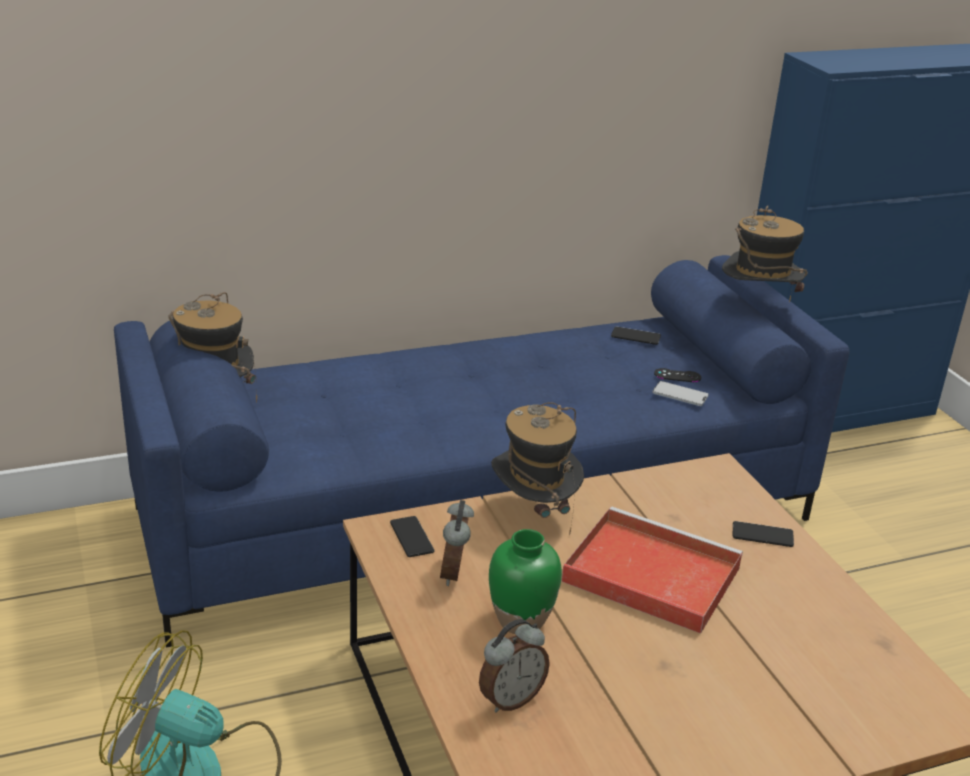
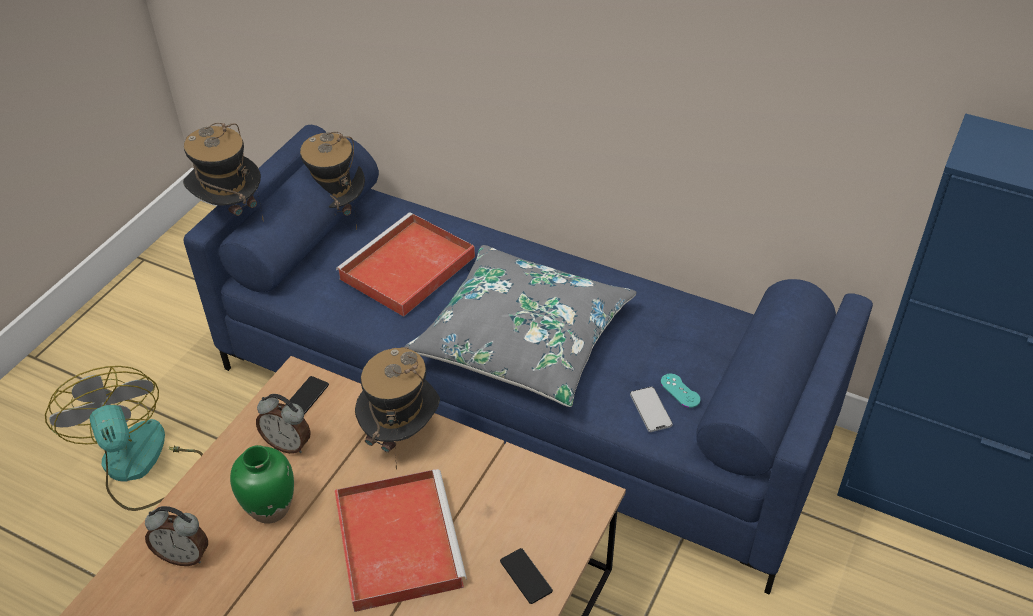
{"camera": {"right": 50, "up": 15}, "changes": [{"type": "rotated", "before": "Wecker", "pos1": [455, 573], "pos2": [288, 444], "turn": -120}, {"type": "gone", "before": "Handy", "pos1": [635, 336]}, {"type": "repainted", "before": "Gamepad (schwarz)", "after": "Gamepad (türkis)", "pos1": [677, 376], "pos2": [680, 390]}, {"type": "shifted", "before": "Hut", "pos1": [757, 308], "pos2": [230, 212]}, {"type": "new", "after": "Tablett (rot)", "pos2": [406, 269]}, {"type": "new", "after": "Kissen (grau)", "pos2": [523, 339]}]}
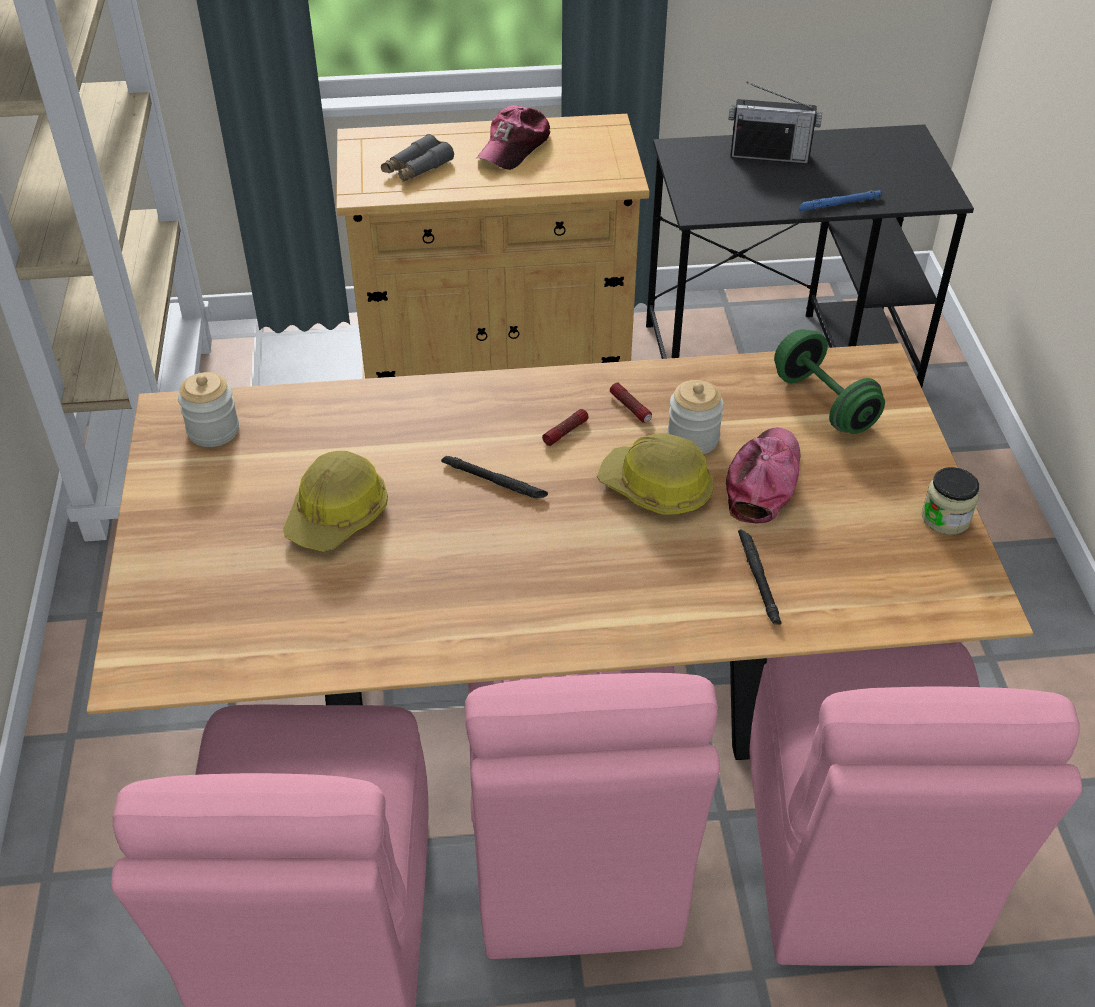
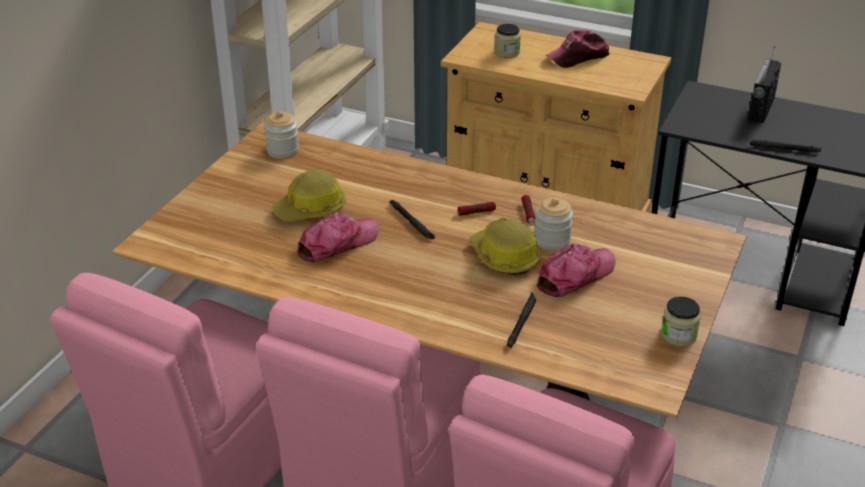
{"camera": {"right": 30, "up": -10}, "changes": [{"type": "swapped", "before": "Fernglas (grau)", "after": "Vorratsglas", "pos1": [417, 168], "pos2": [507, 53]}, {"type": "rotated", "before": "Radio", "pos1": [769, 155], "pos2": [761, 109], "turn": 75}, {"type": "gone", "before": "Hantel (grün)", "pos1": [824, 403]}, {"type": "repainted", "before": "Taschenlampe (blau)", "after": "Taschenlampe (schwarz)", "pos1": [839, 204], "pos2": [784, 149]}, {"type": "new", "after": "Kappe", "pos2": [337, 243]}]}
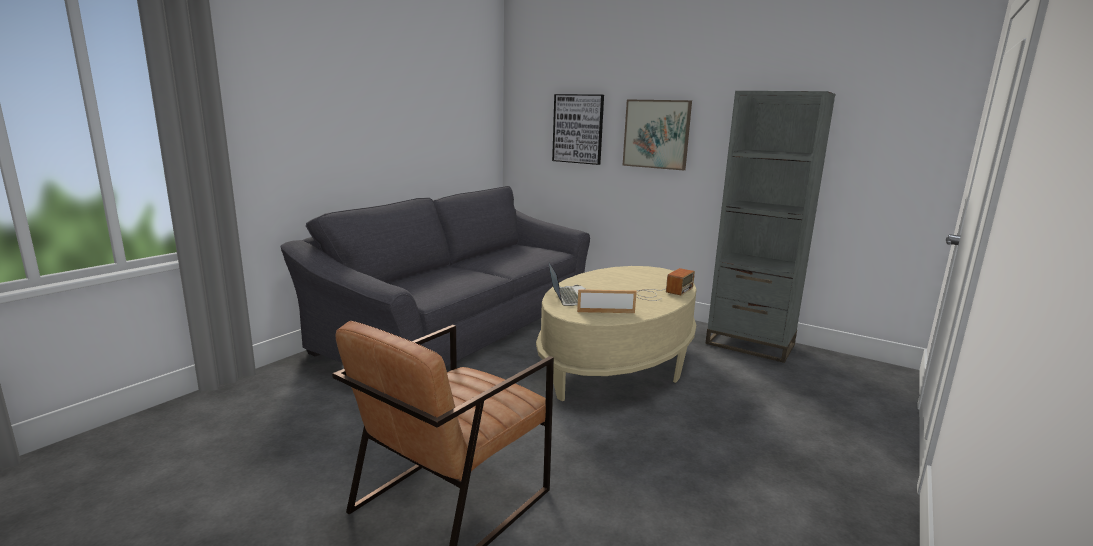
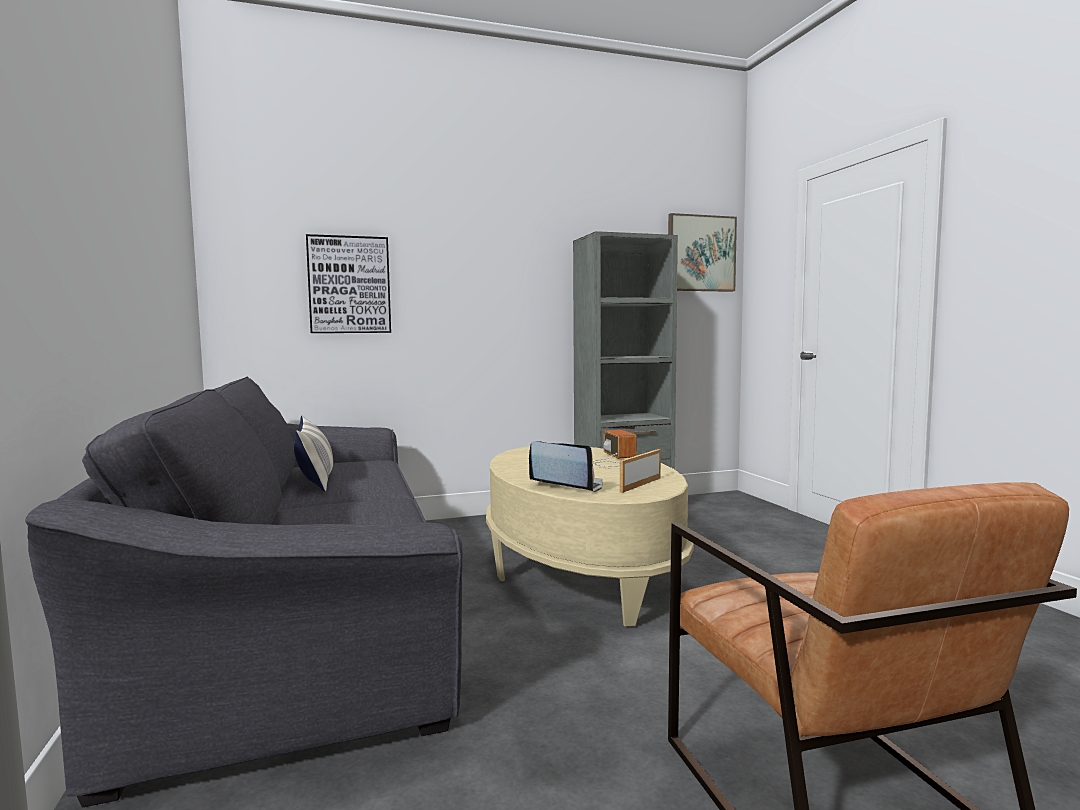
{"camera": {"right": -50, "up": -10}, "changes": [{"type": "shifted", "before": "Bild", "pos1": [656, 134], "pos2": [700, 253]}, {"type": "new", "after": "Kissen", "pos2": [315, 478]}]}
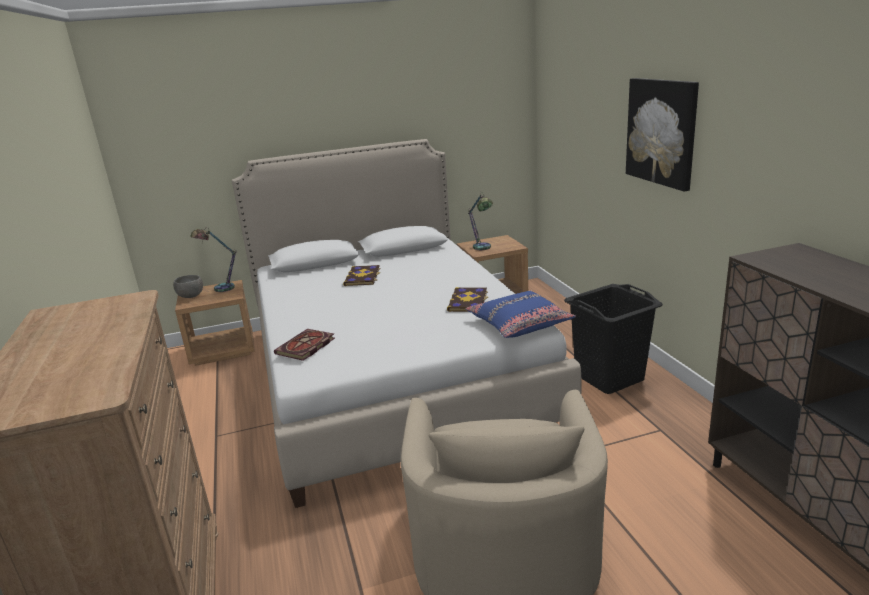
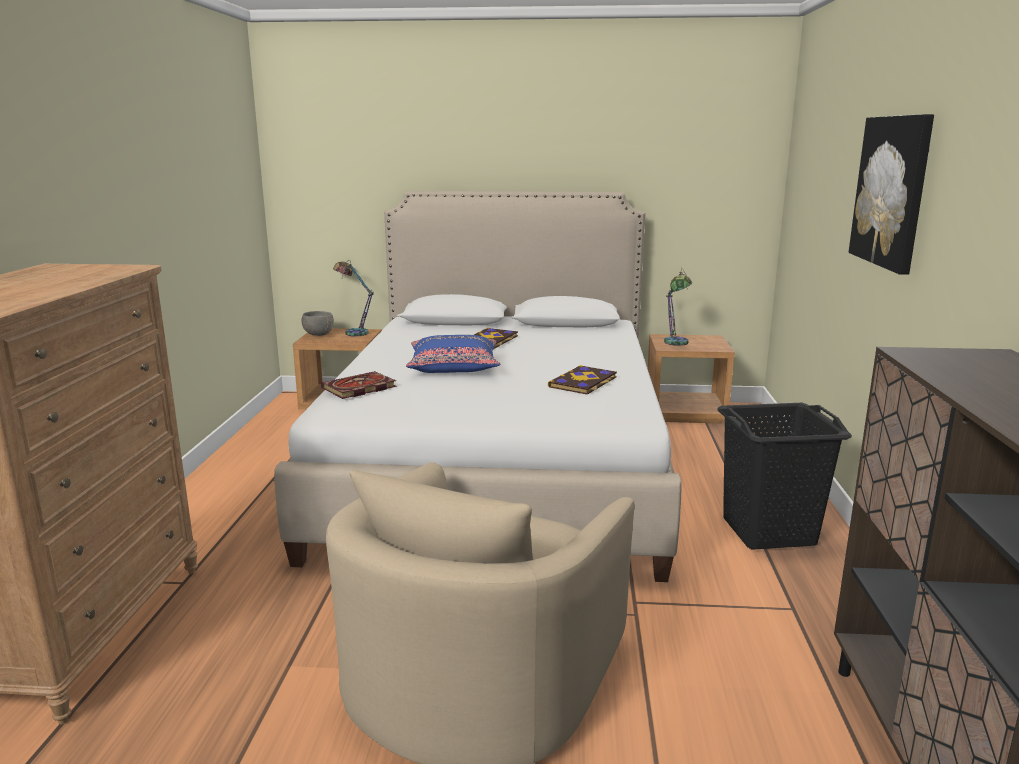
{"camera": {"right": 20, "up": -5}, "changes": [{"type": "shifted", "before": "Kissen (blau)", "pos1": [519, 324], "pos2": [454, 366]}]}
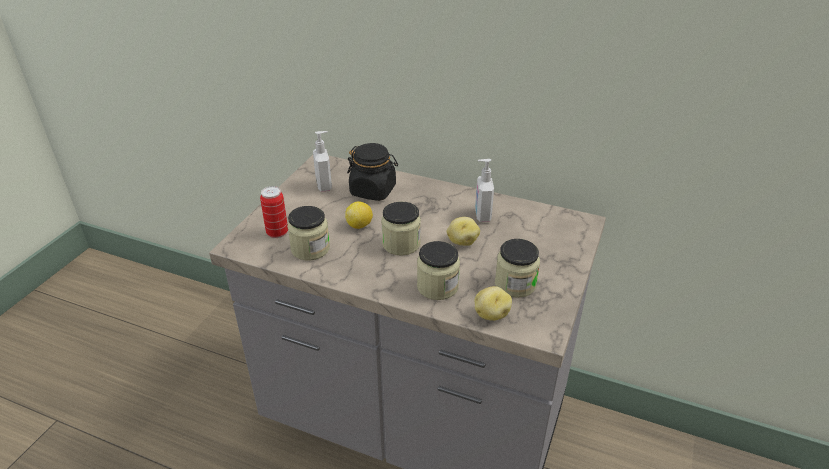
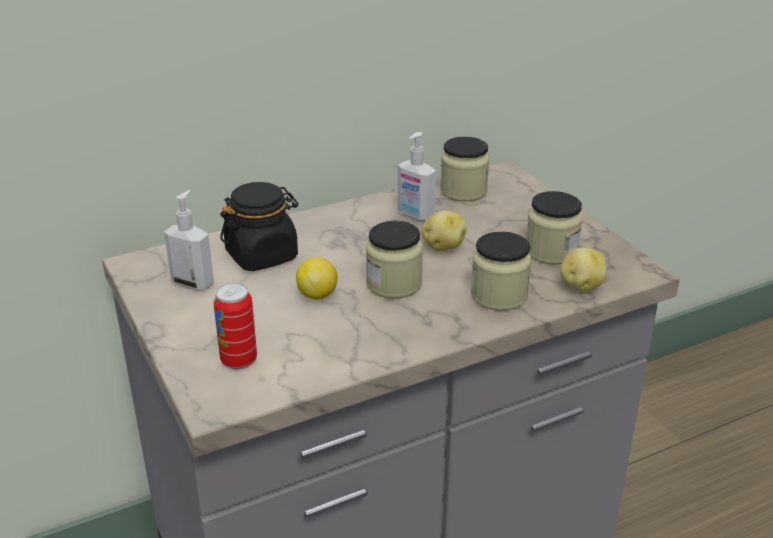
{"camera": {"right": -50, "up": -5}, "changes": [{"type": "shifted", "before": "Vorratsglas", "pos1": [310, 249], "pos2": [463, 191]}]}
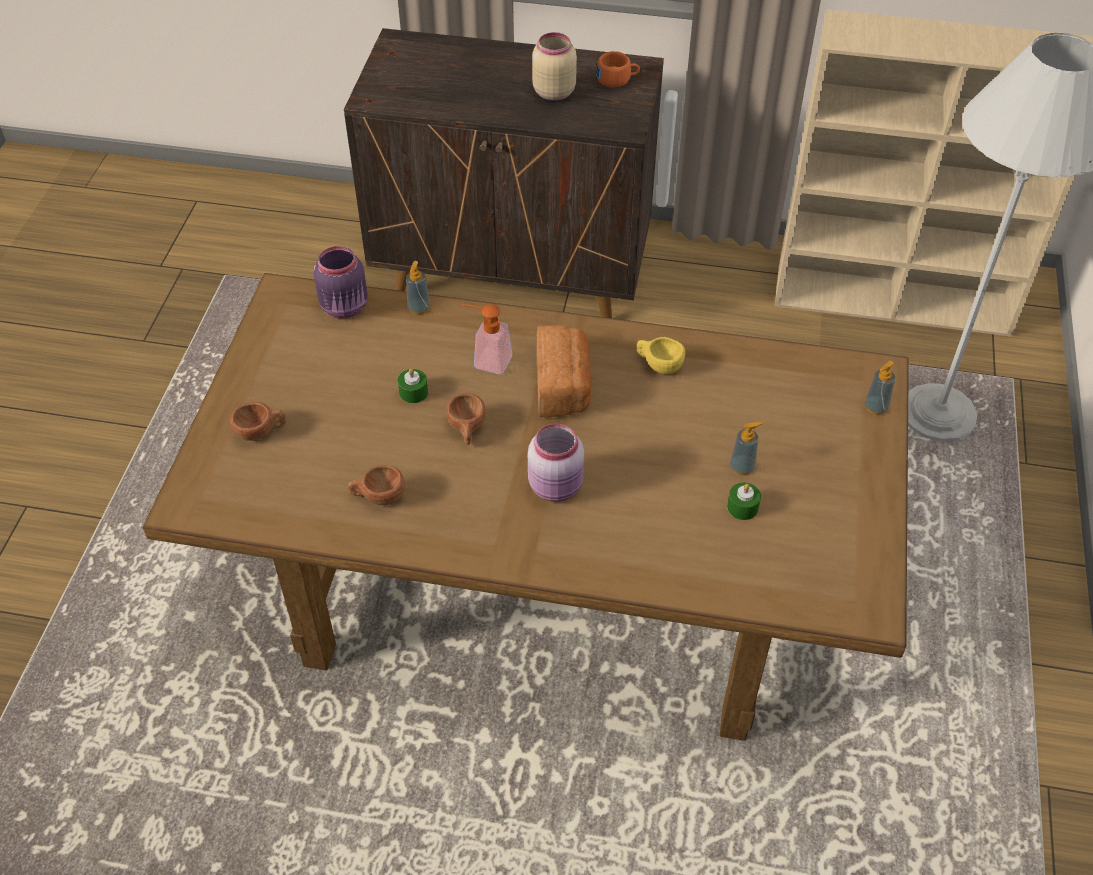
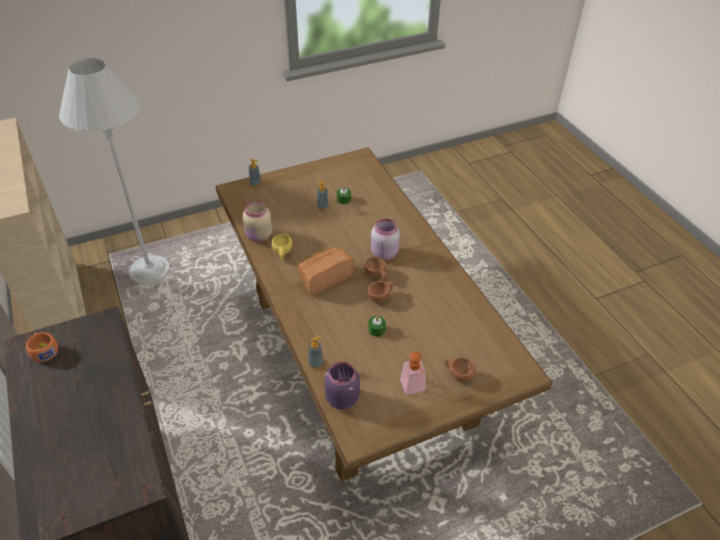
{"camera": {"right": -125, "up": -5}, "changes": [{"type": "shifted", "before": "Tasse (braun)", "pos1": [378, 497], "pos2": [377, 276]}, {"type": "shifted", "before": "Seifenspender", "pos1": [486, 360], "pos2": [414, 389]}, {"type": "shifted", "before": "Vorratsglas (beige)", "pos1": [553, 91], "pos2": [259, 236]}]}
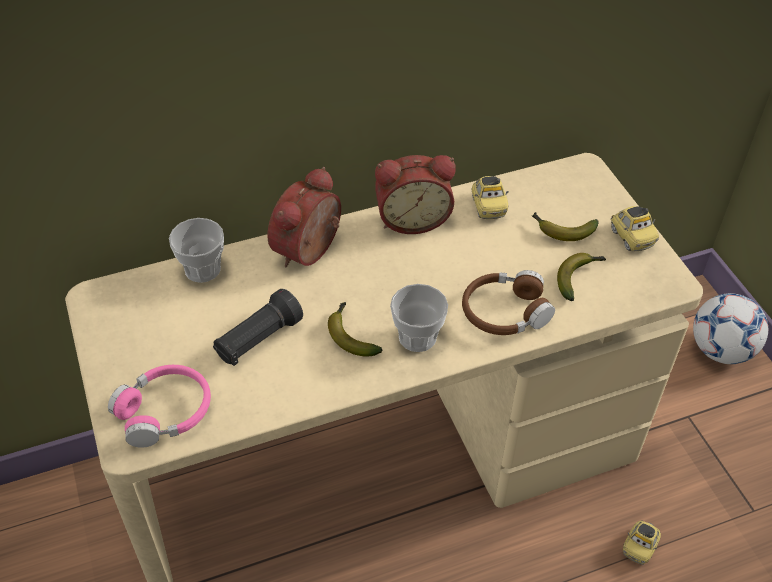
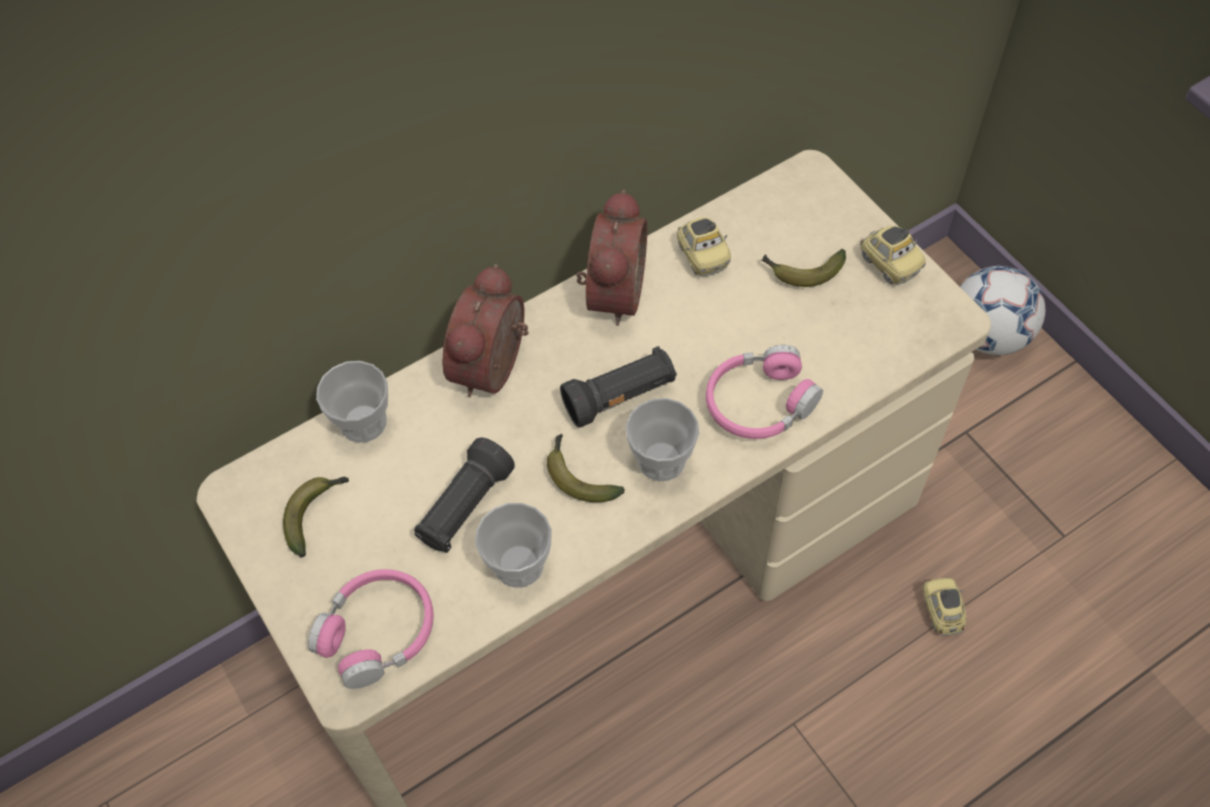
{"camera": {"right": -10, "up": 10}, "changes": [{"type": "rotated", "before": "Wecker", "pos1": [412, 218], "pos2": [611, 292], "turn": -60}, {"type": "repainted", "before": "Kopfhörer (braun)", "after": "Kopfhörer (rosa)", "pos1": [504, 312], "pos2": [759, 403]}, {"type": "shifted", "before": "Banane", "pos1": [578, 278], "pos2": [316, 514]}, {"type": "rotated", "before": "Spielzeugauto", "pos1": [639, 546], "pos2": [942, 611], "turn": 150}, {"type": "new", "after": "Tasse", "pos2": [519, 564]}, {"type": "new", "after": "Taschenlampe (schwarz)", "pos2": [620, 397]}]}
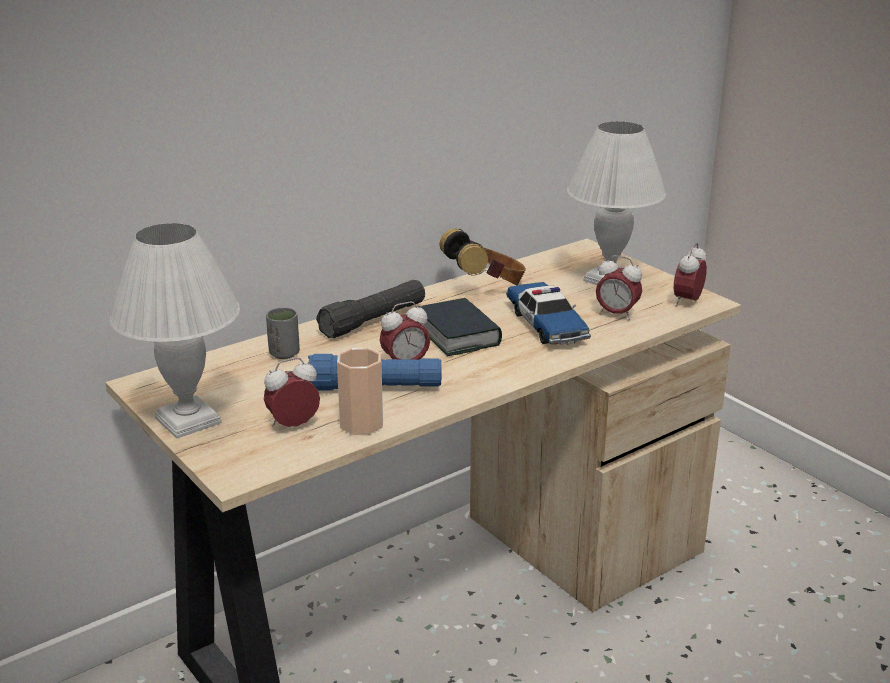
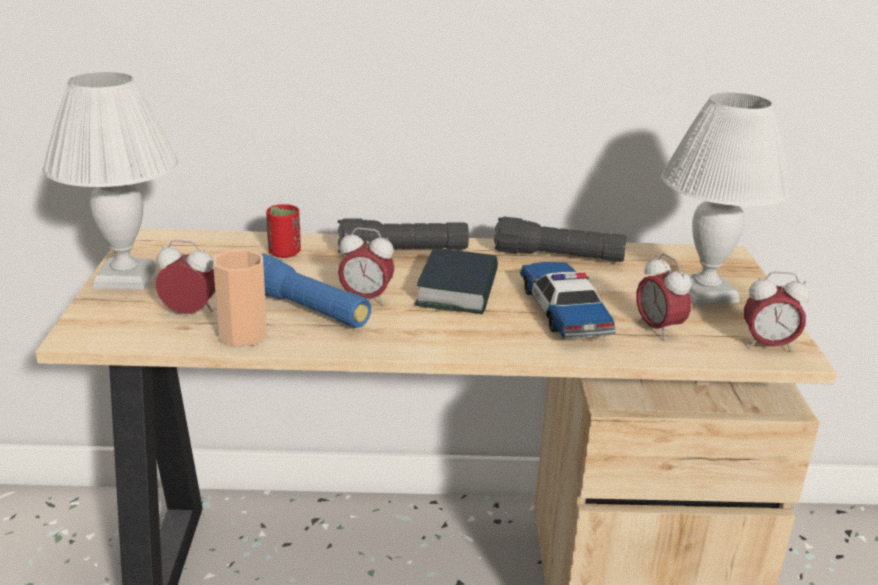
{"camera": {"right": 35, "up": 0}, "changes": [{"type": "repainted", "before": "Tasse (grau)", "after": "Tasse (rot)", "pos1": [284, 353], "pos2": [284, 253]}, {"type": "swapped", "before": "Kopfhörer", "after": "Taschenlampe (schwarz)", "pos1": [486, 286], "pos2": [558, 257]}, {"type": "rotated", "before": "Spielzeugauto", "pos1": [546, 324], "pos2": [563, 312], "turn": 150}, {"type": "rotated", "before": "Wecker", "pos1": [687, 301], "pos2": [767, 346], "turn": -150}]}
